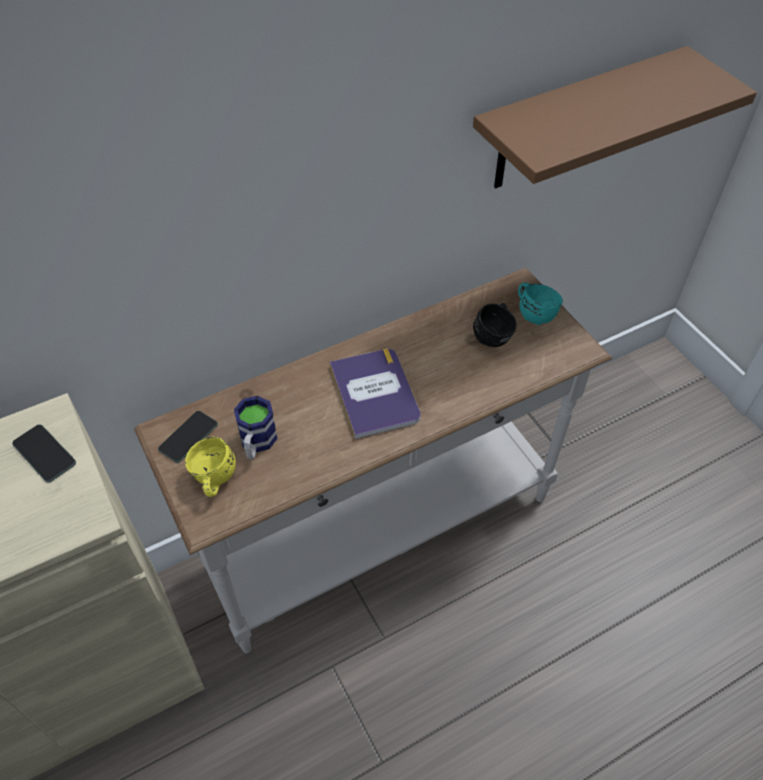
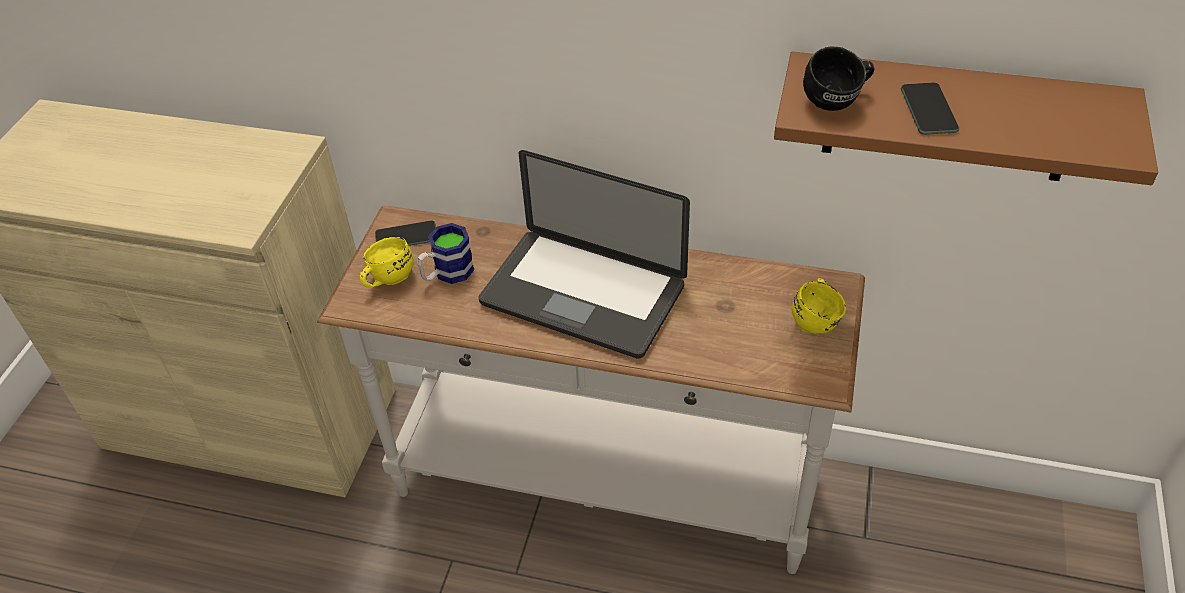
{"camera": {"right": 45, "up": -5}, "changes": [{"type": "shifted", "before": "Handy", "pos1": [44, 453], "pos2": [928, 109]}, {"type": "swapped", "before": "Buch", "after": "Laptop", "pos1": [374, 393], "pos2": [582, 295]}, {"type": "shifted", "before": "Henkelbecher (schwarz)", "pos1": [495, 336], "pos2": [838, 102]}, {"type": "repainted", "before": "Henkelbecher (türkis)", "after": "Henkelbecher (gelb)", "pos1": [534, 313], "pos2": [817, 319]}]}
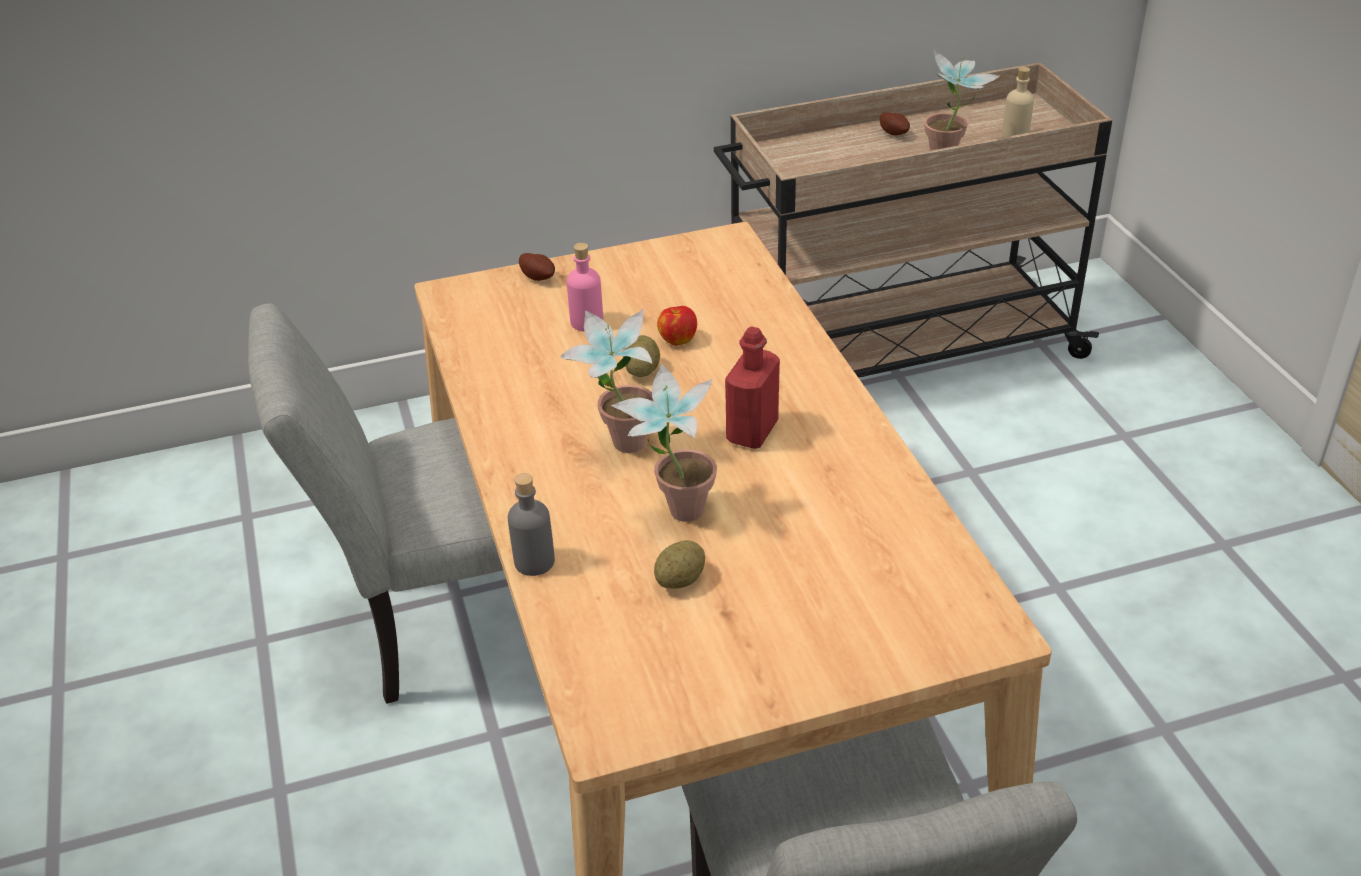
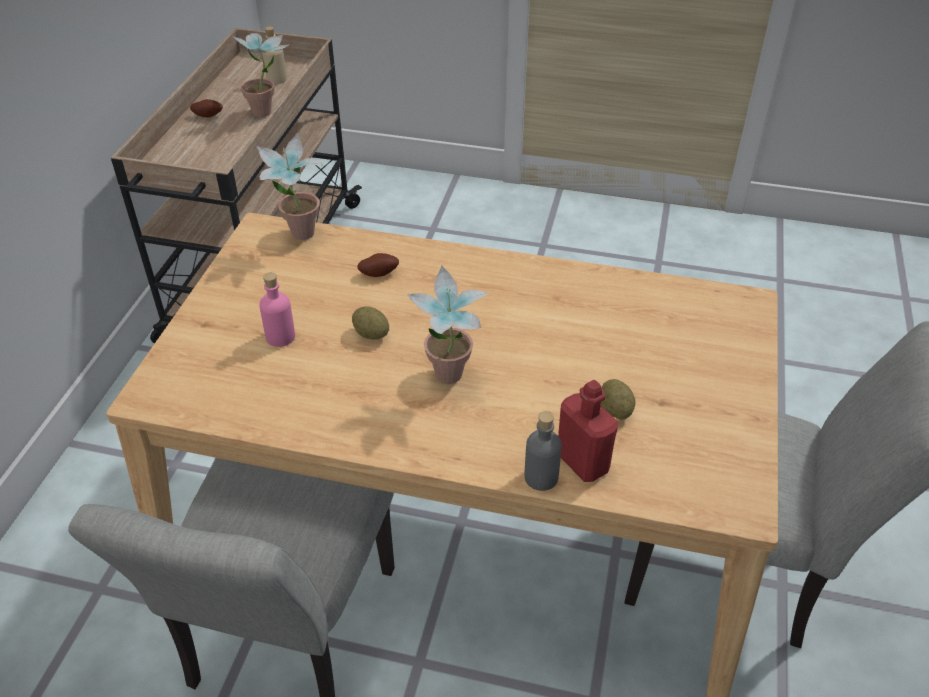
{"camera": {"right": -60, "up": 5}, "changes": [{"type": "shifted", "before": "Kartoffel", "pos1": [538, 277], "pos2": [379, 273]}, {"type": "shifted", "before": "Topfpflanze", "pos1": [673, 512], "pos2": [299, 238]}, {"type": "gone", "before": "Apfel", "pos1": [677, 340]}, {"type": "shifted", "before": "Flasche (rot)", "pos1": [752, 432], "pos2": [582, 462]}]}
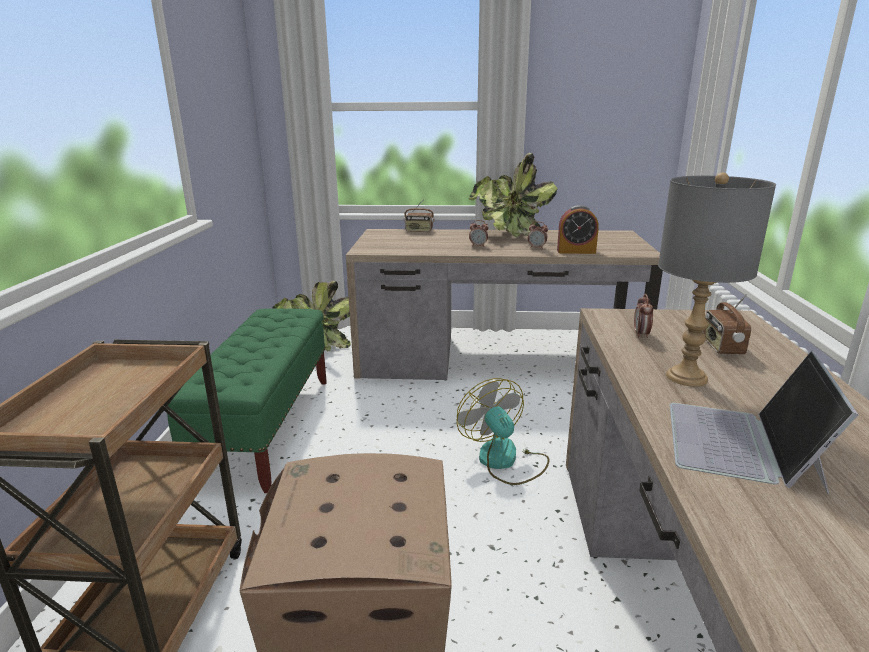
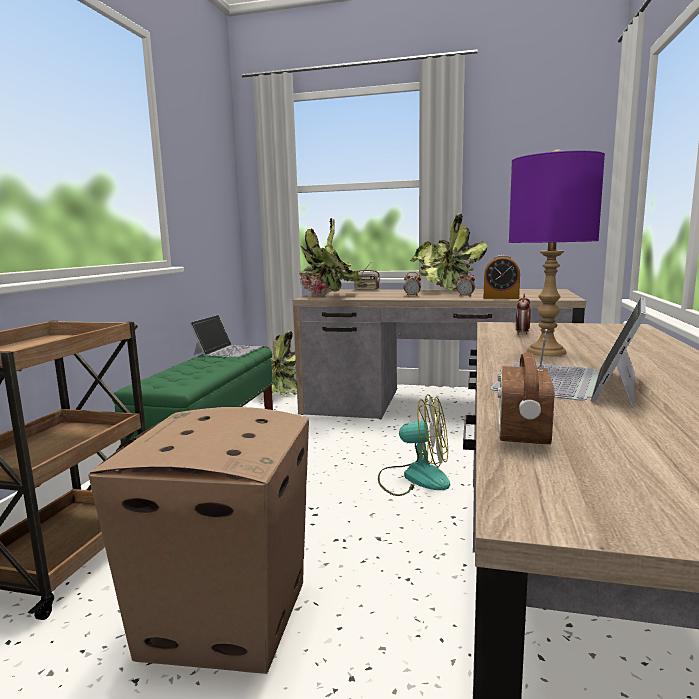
{"camera": {"right": 10, "up": -10}, "changes": [{"type": "rotated", "before": "Ventilator", "pos1": [504, 461], "pos2": [414, 478], "turn": 120}, {"type": "repainted", "before": "Tischlampe (grau)", "after": "Tischlampe (lila)", "pos1": [686, 377], "pos2": [545, 352]}, {"type": "shifted", "before": "Radio", "pos1": [721, 347], "pos2": [521, 432]}, {"type": "new", "after": "Laptop", "pos2": [228, 350]}, {"type": "new", "after": "Topfpflanze", "pos2": [330, 296]}]}
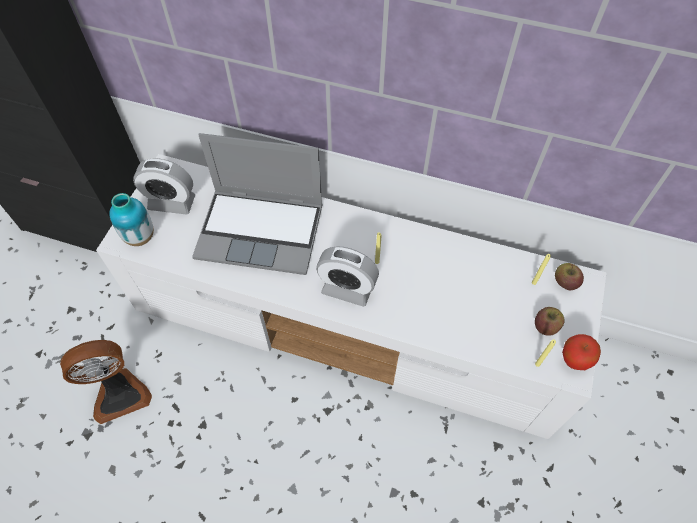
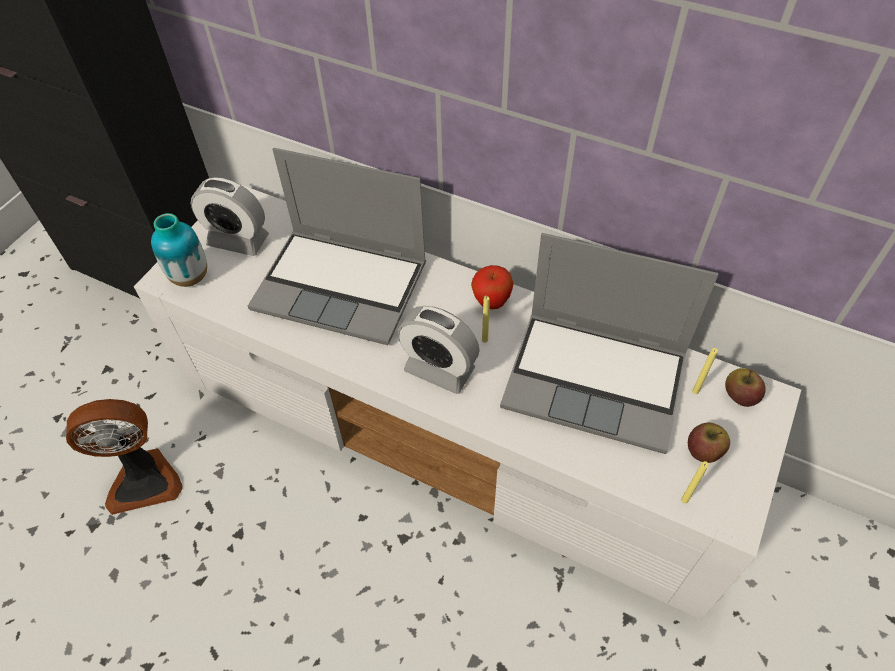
{"camera": {"right": 10, "up": -5}, "changes": [{"type": "shifted", "before": "Apfel", "pos1": [573, 361], "pos2": [491, 302]}, {"type": "new", "after": "Laptop", "pos2": [597, 380]}]}
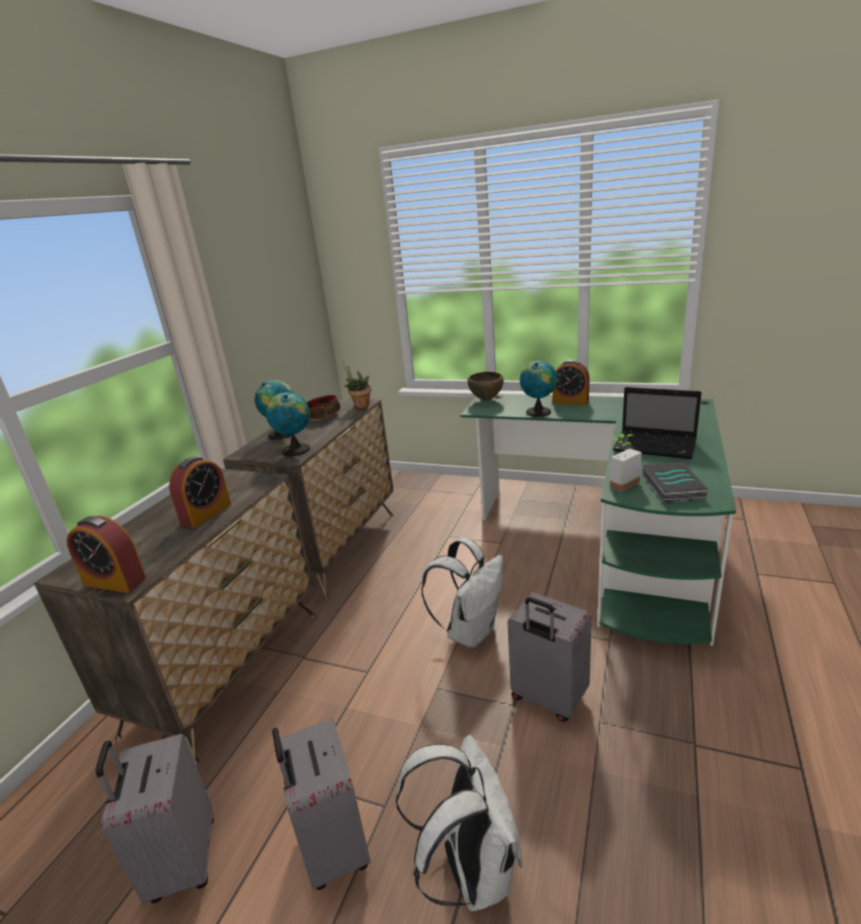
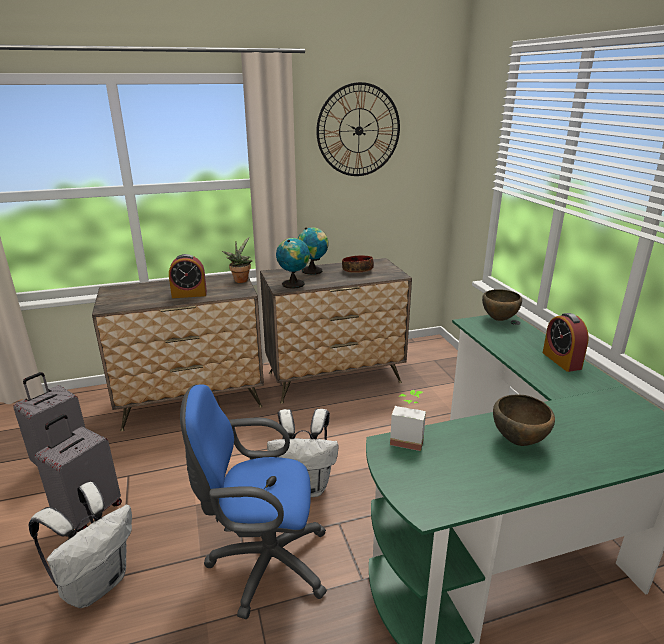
{"camera": {"right": 50, "up": 0}, "changes": [{"type": "gone", "before": "Wecker", "pos1": [115, 581]}, {"type": "shifted", "before": "Topfpflanze", "pos1": [360, 405], "pos2": [241, 280]}, {"type": "swapped", "before": "Koffer (grau)", "after": "Bürostuhl (blau)", "pos1": [547, 698], "pos2": [262, 563]}, {"type": "gone", "before": "Globus", "pos1": [538, 411]}, {"type": "swapped", "before": "Laptop", "after": "Schüssel (braun)", "pos1": [656, 446], "pos2": [519, 441]}, {"type": "gone", "before": "Buch", "pos1": [670, 486]}, {"type": "new", "after": "Wanduhr", "pos2": [358, 130]}]}
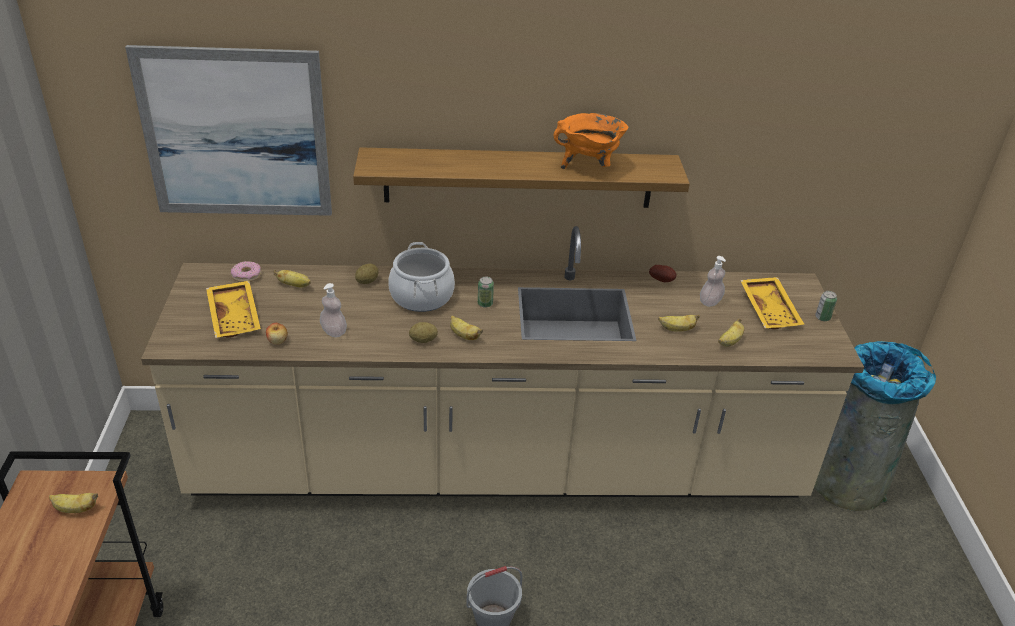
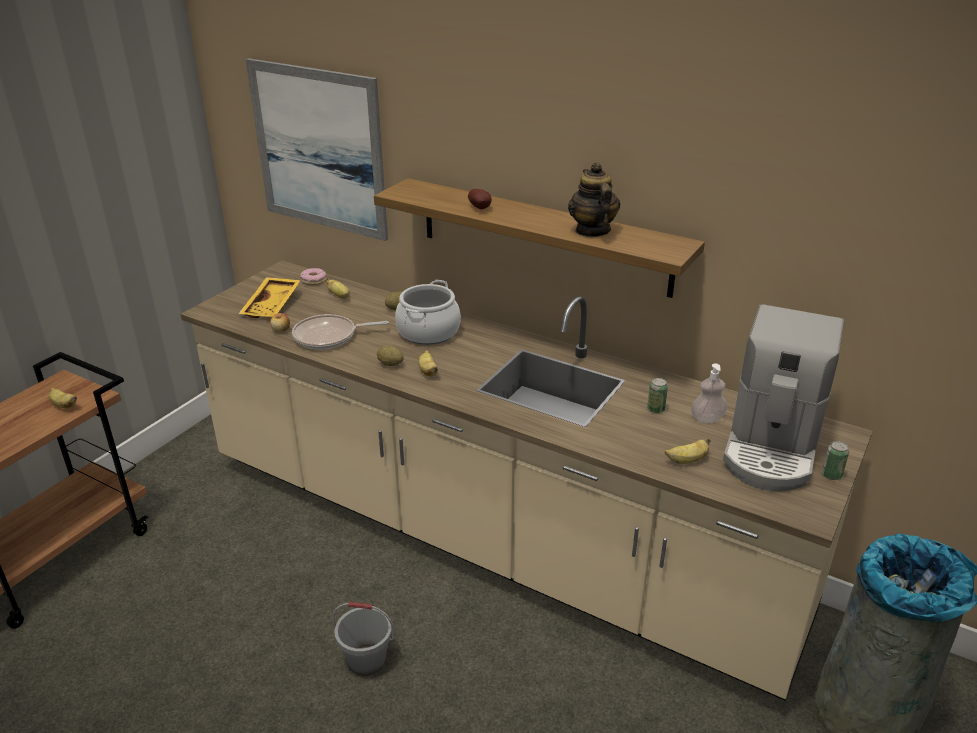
{"camera": {"right": 35, "up": -5}, "changes": [{"type": "swapped", "before": "Seifenspender", "after": "Pfanne", "pos1": [334, 332], "pos2": [329, 337]}, {"type": "shifted", "before": "Dose", "pos1": [485, 304], "pos2": [655, 409]}, {"type": "swapped", "before": "Kochtopf (orange)", "after": "Teekanne", "pos1": [589, 167], "pos2": [592, 231]}, {"type": "shifted", "before": "Kartoffel", "pos1": [662, 280], "pos2": [480, 208]}, {"type": "gone", "before": "Banane", "pos1": [677, 329]}, {"type": "swapped", "before": "Tablett (gelb)", "after": "Kaffeemaschine", "pos1": [770, 310], "pos2": [771, 448]}]}
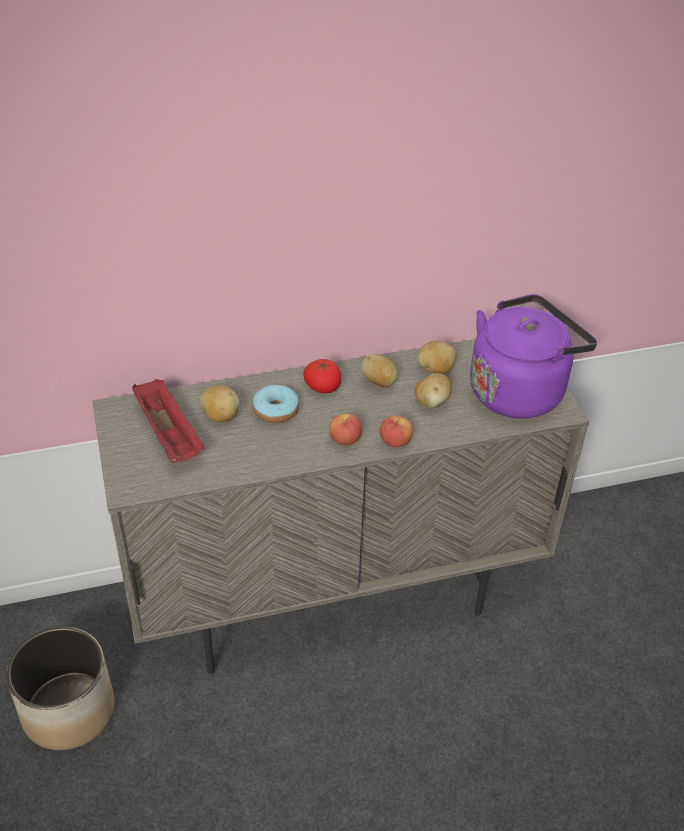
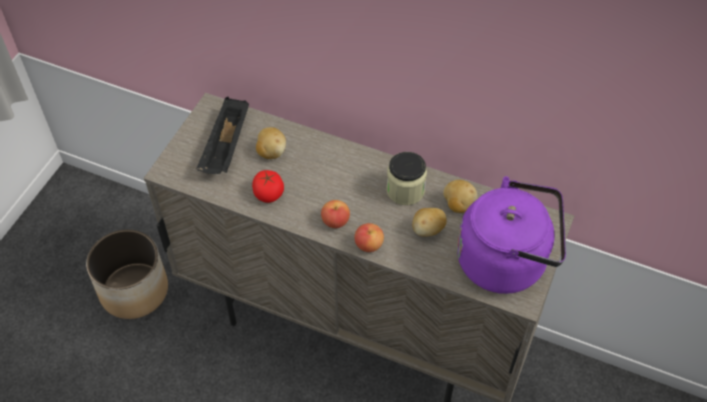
{"camera": {"right": 40, "up": 10}, "changes": [{"type": "repainted", "before": "Tablett (rot)", "after": "Tablett (schwarz)", "pos1": [170, 435], "pos2": [226, 148]}, {"type": "gone", "before": "Donut", "pos1": [275, 410]}, {"type": "shifted", "before": "Tomate", "pos1": [322, 386], "pos2": [269, 193]}, {"type": "swapped", "before": "Kartoffel", "after": "Vorratsglas", "pos1": [379, 382], "pos2": [405, 190]}]}
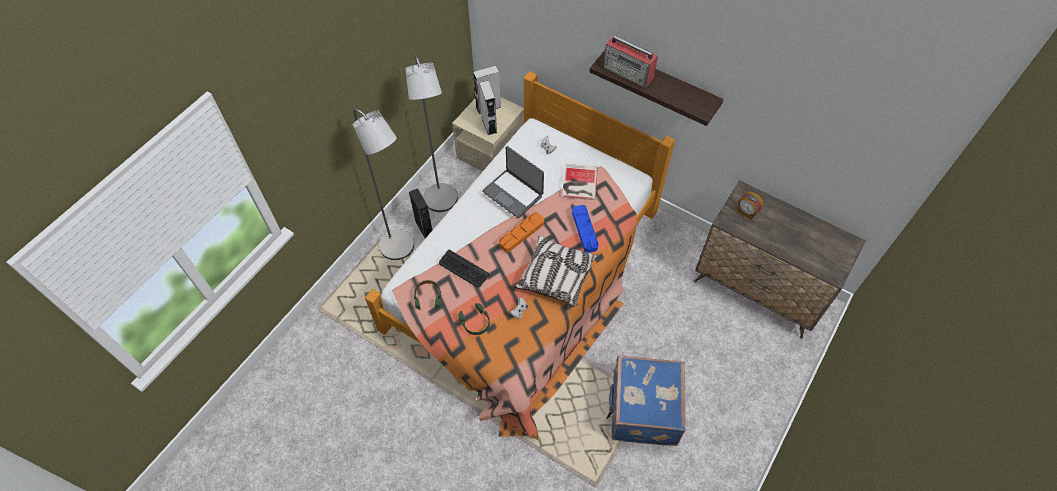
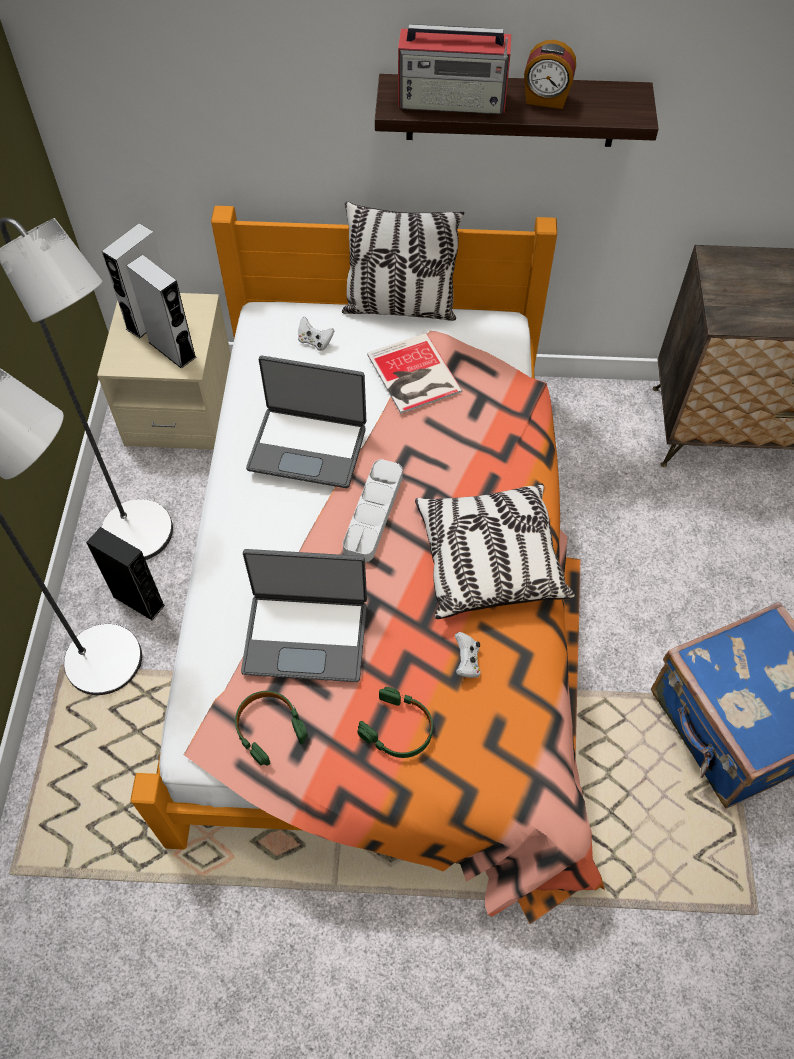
{"camera": {"right": -30, "up": 0}, "changes": [{"type": "swapped", "before": "Tastatur", "after": "Laptop", "pos1": [463, 269], "pos2": [306, 635]}, {"type": "repainted", "before": "Tablett (orange)", "after": "Tablett (grau)", "pos1": [521, 234], "pos2": [373, 513]}, {"type": "gone", "before": "Tablett (blau)", "pos1": [584, 230]}, {"type": "shifted", "before": "Wecker", "pos1": [746, 212], "pos2": [546, 99]}, {"type": "new", "after": "Kissen", "pos2": [400, 307]}]}
